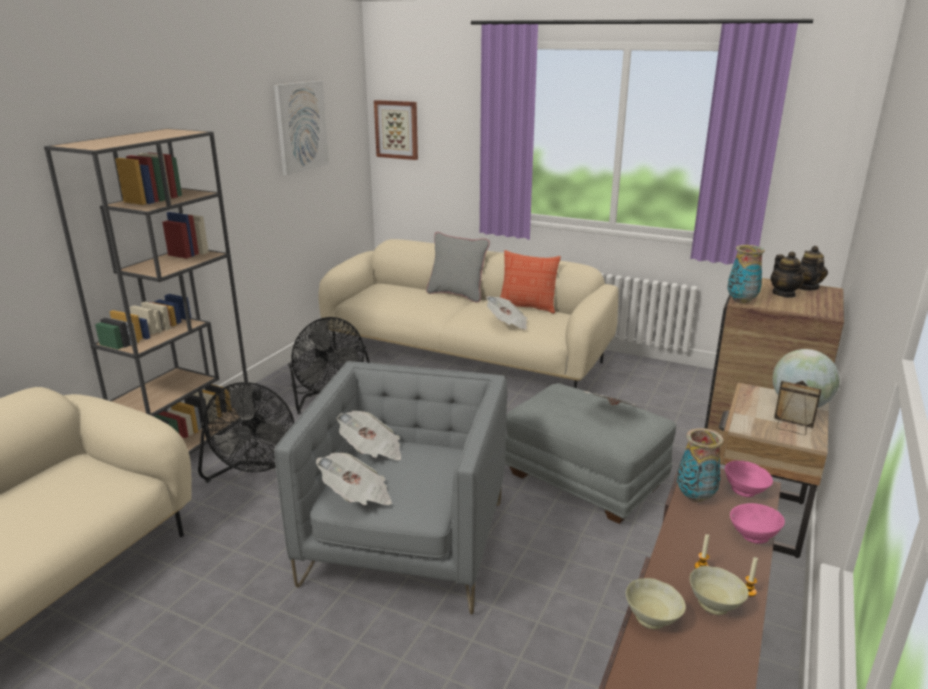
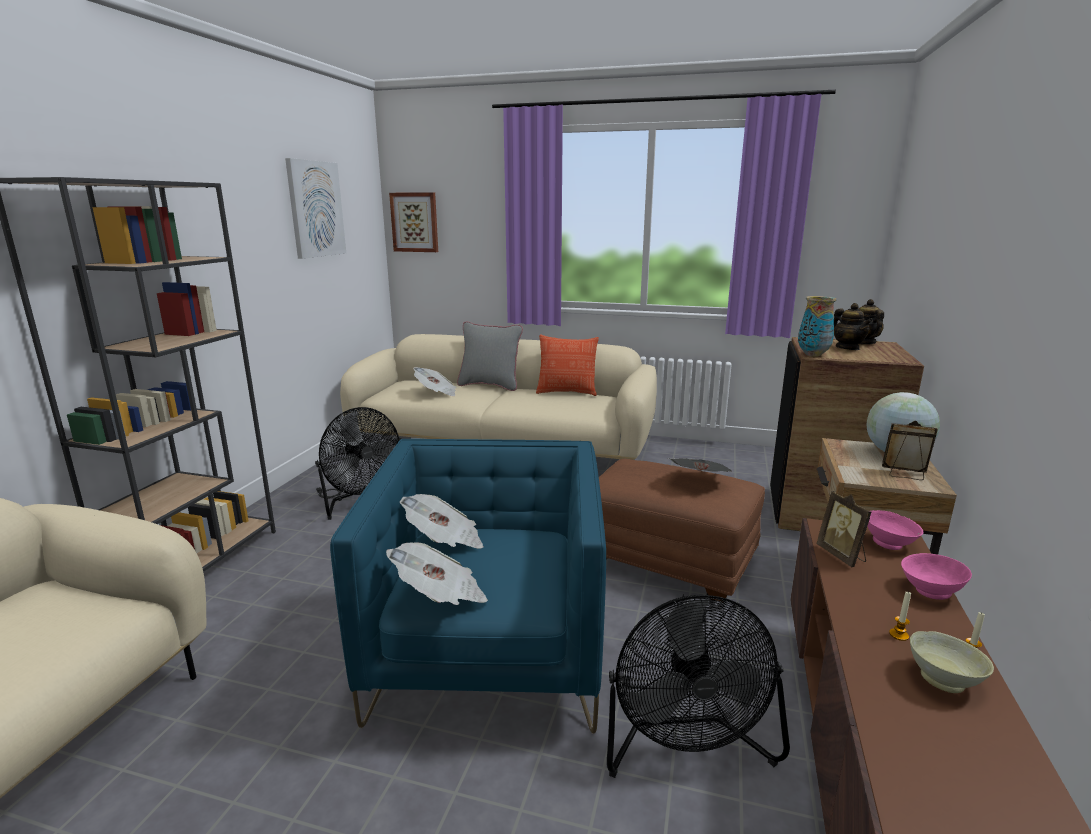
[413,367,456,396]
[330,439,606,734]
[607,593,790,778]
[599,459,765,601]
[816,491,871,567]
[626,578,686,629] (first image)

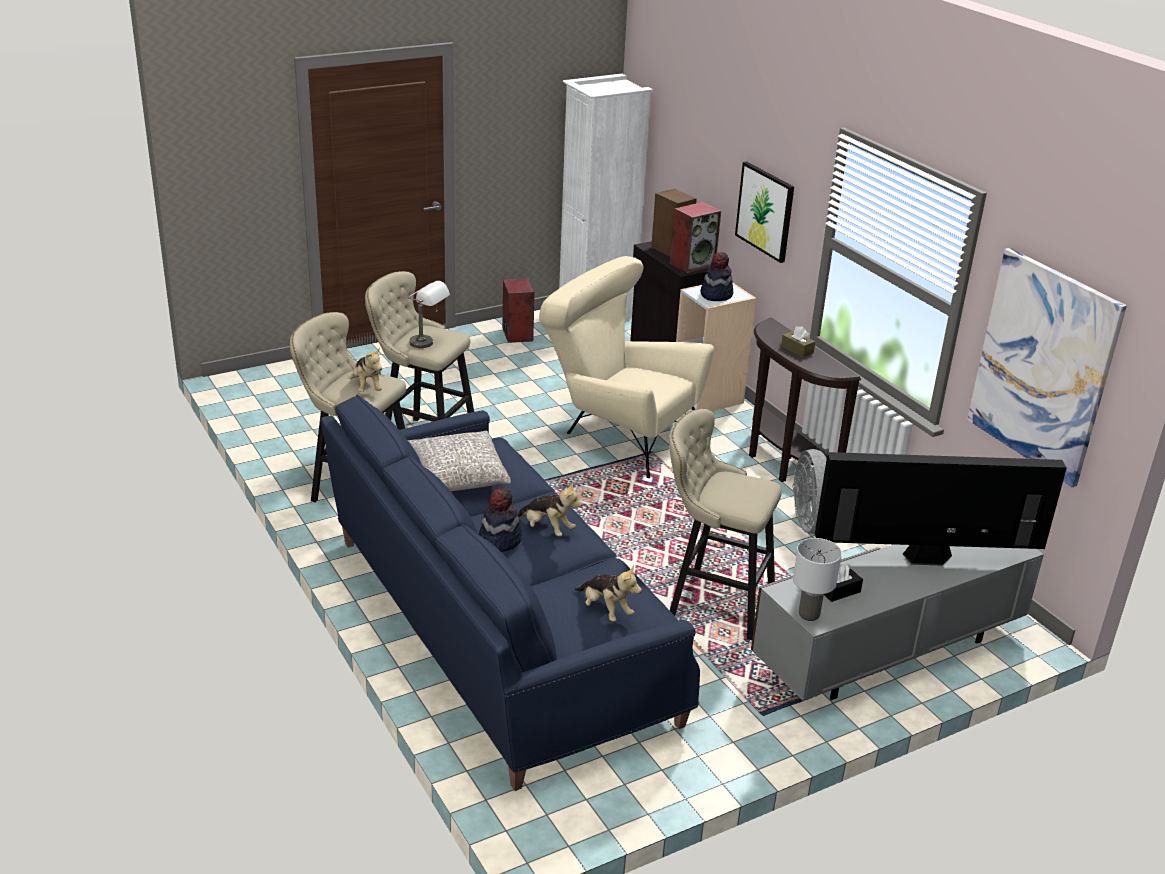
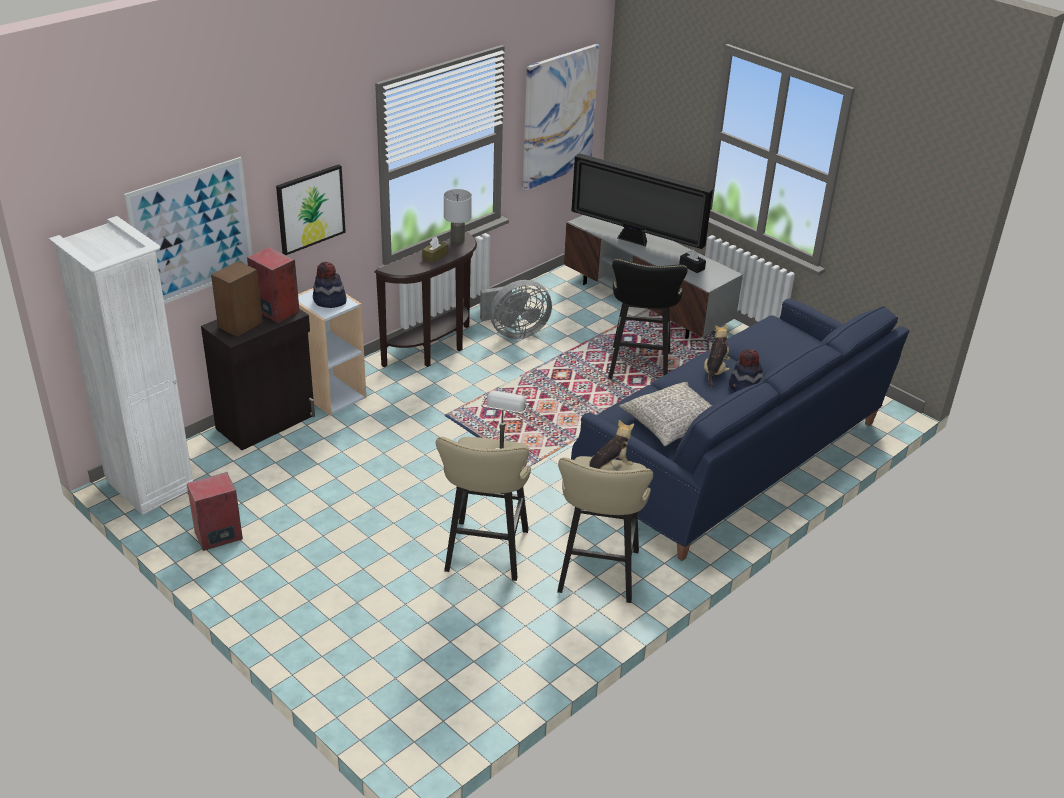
[539,256,714,478] (first image)
[608,259,688,379]
[572,153,713,249]
[444,189,472,244]
[574,565,642,621] (first image)
[124,157,252,304]

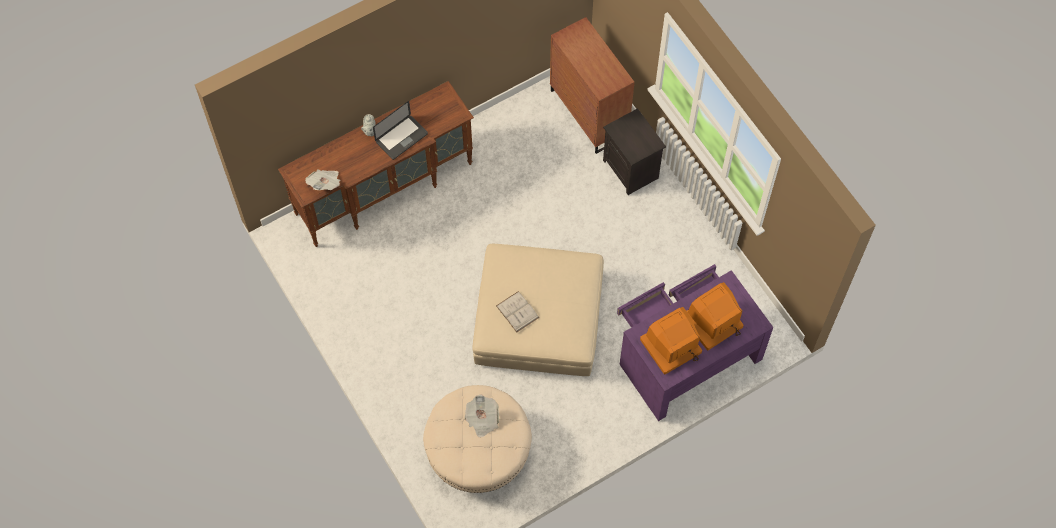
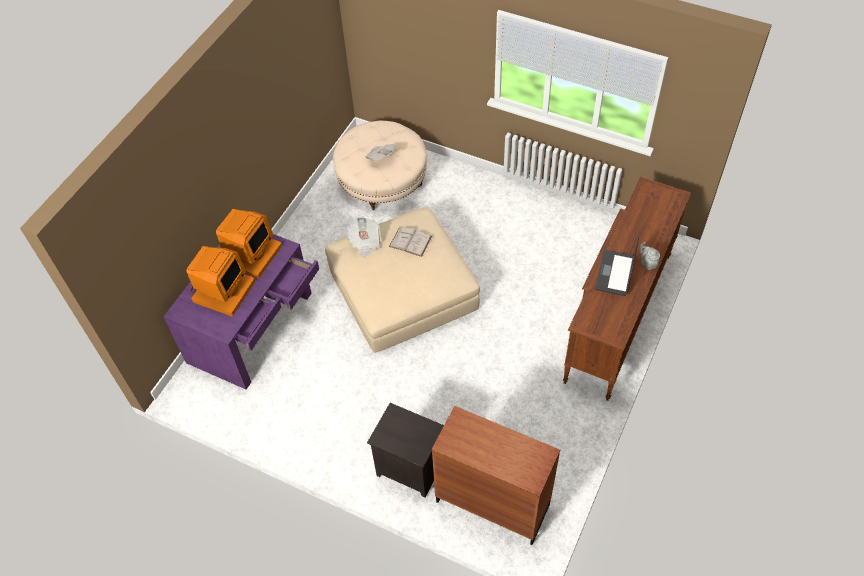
[348,216,381,257]

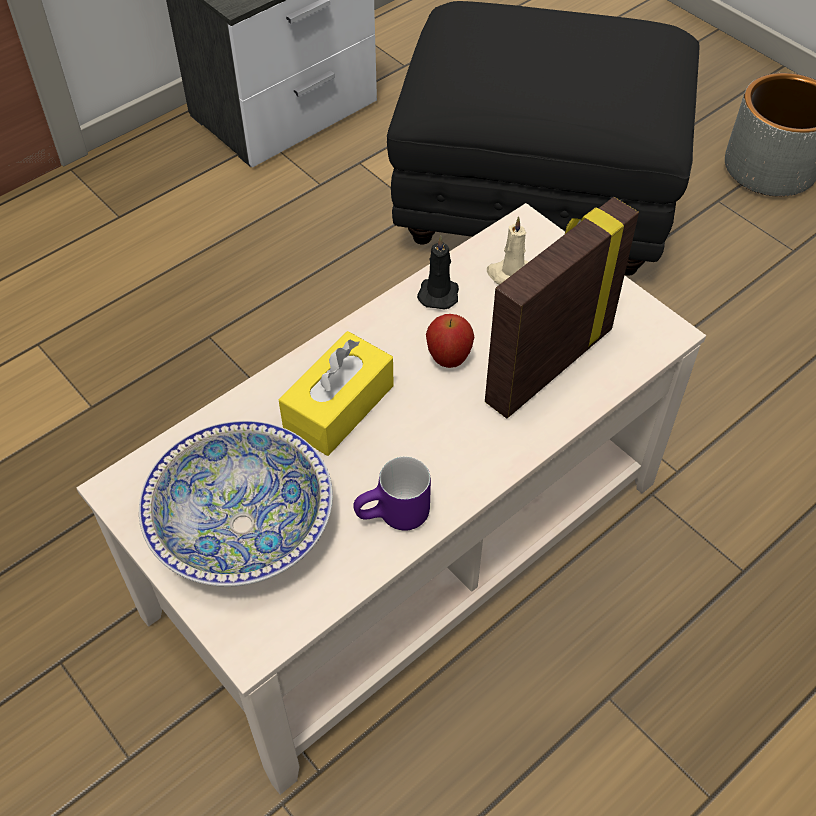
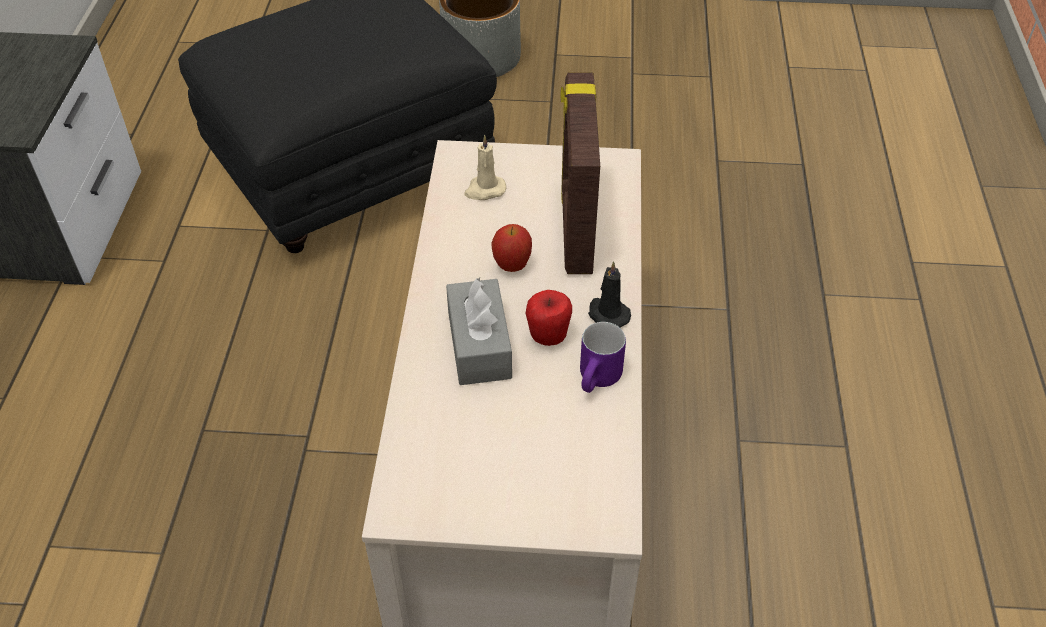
[588,261,631,328]
[446,278,512,385]
[139,421,333,587] (first image)
[525,290,572,346]

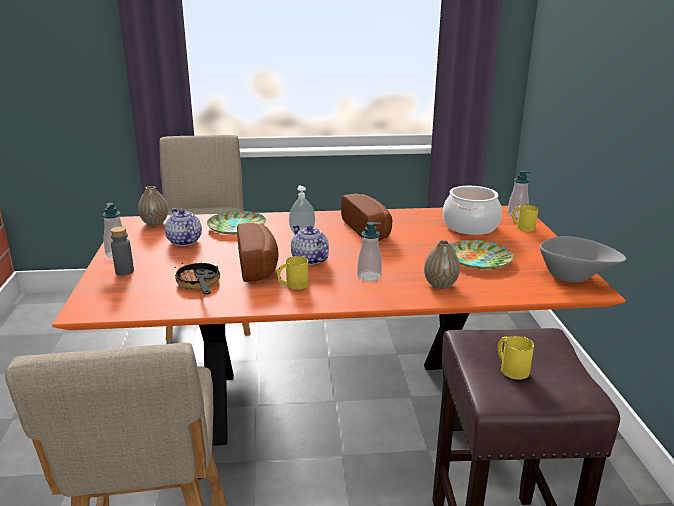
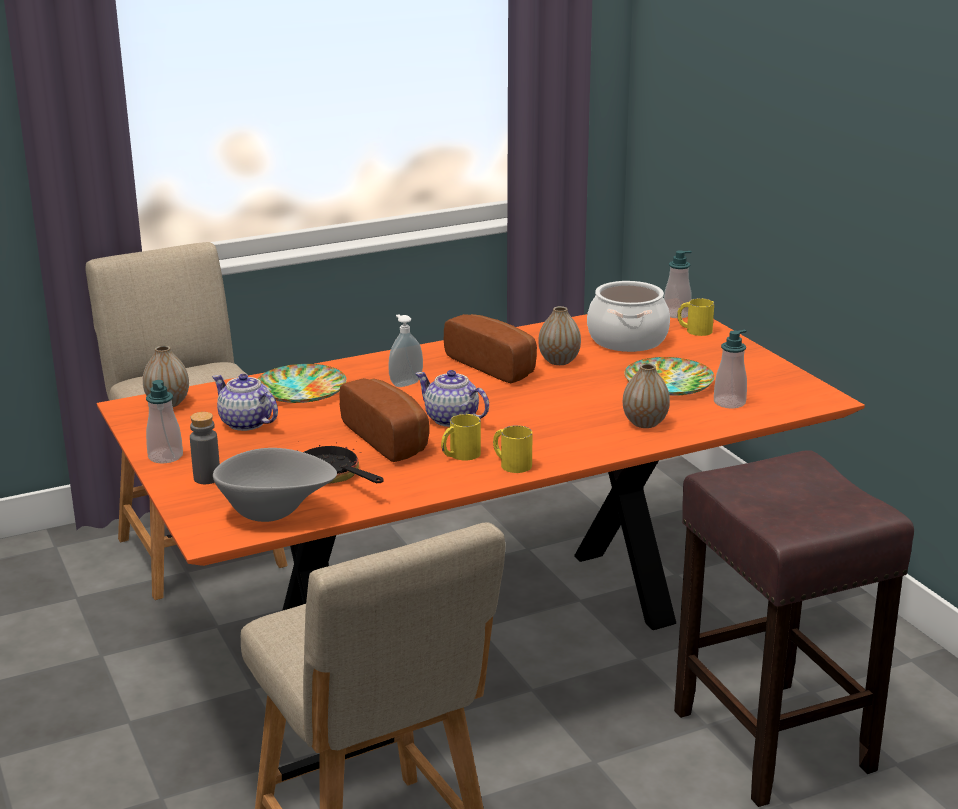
[714,330,747,409]
[213,448,337,522]
[493,425,533,473]
[538,306,581,365]

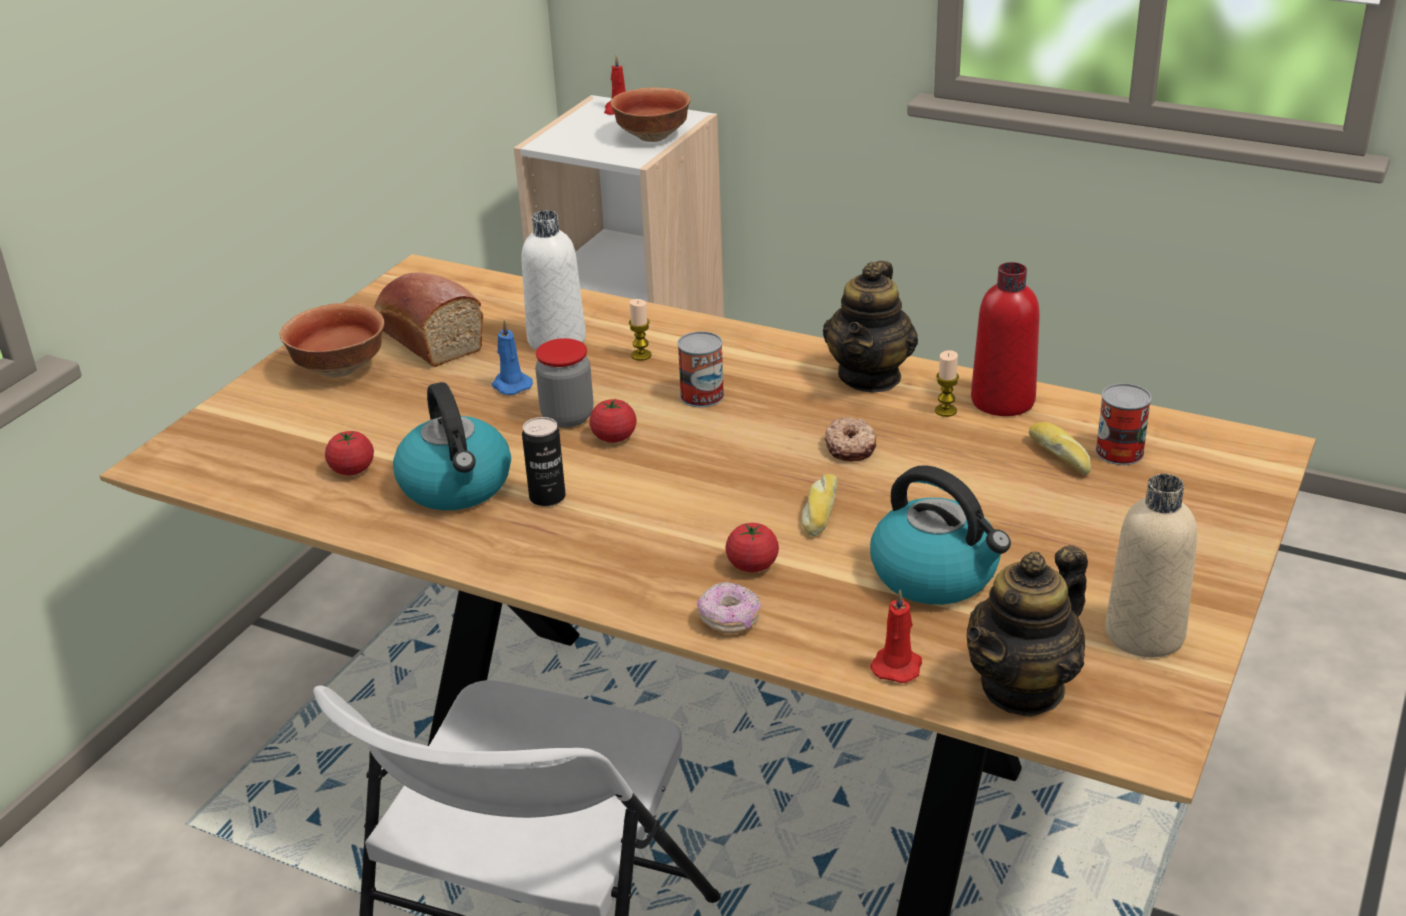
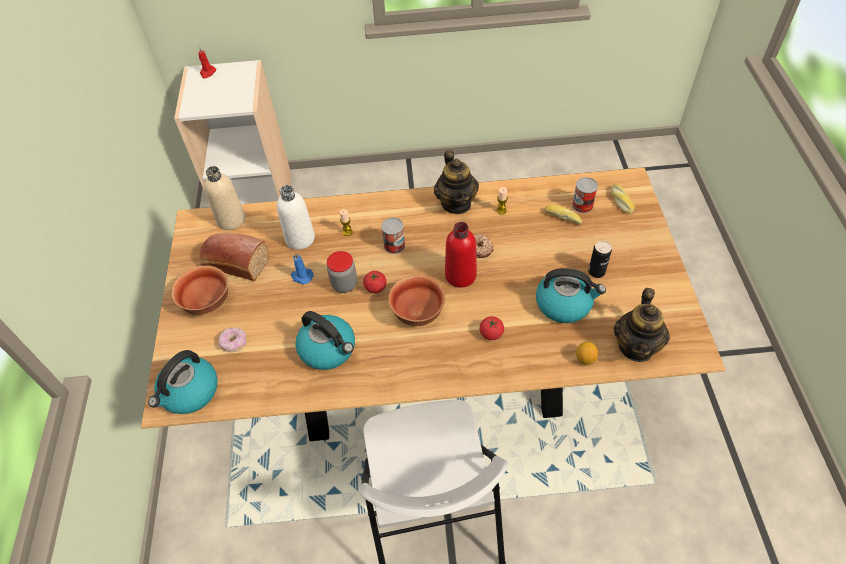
[388,275,445,326]
[445,222,477,288]
[588,241,612,278]
[325,431,374,475] (first image)
[611,184,635,214]
[204,166,245,230]
[218,327,247,352]
[576,342,599,365]
[148,350,218,414]

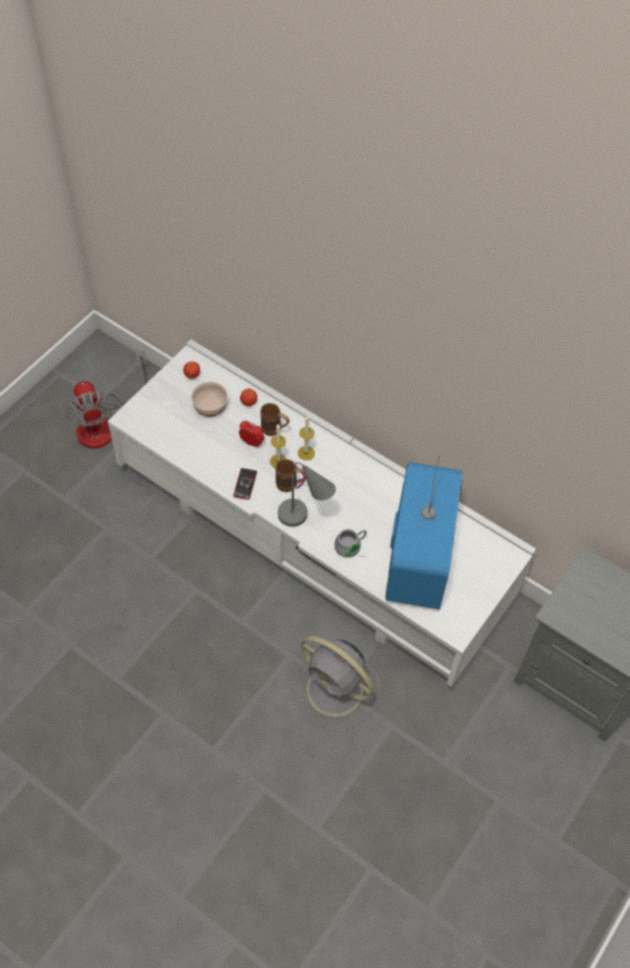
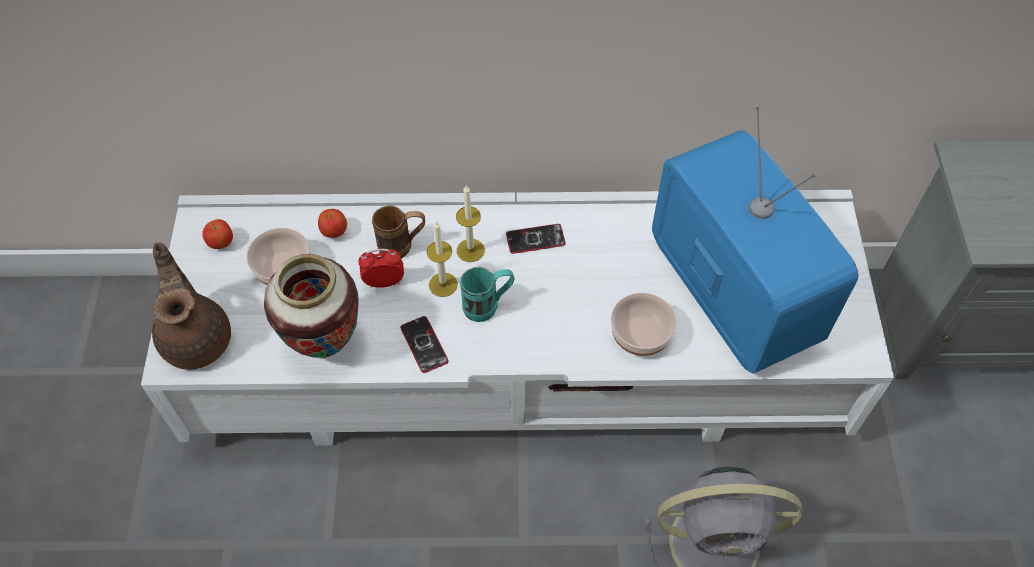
[66,350,147,449] (first image)
[460,267,514,322]
[278,462,336,527] (first image)
[611,293,677,356]
[506,224,566,254]
[152,242,231,370]
[264,254,359,358]

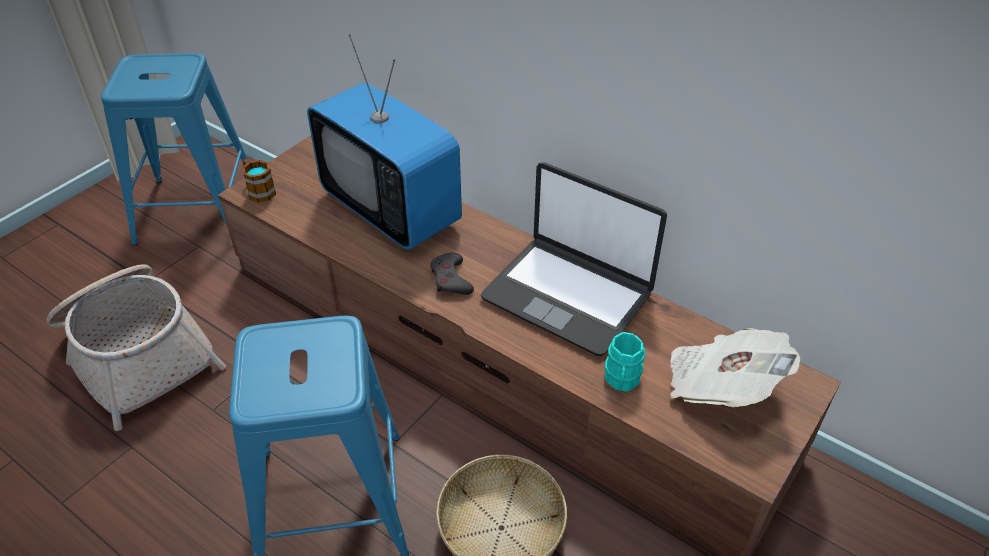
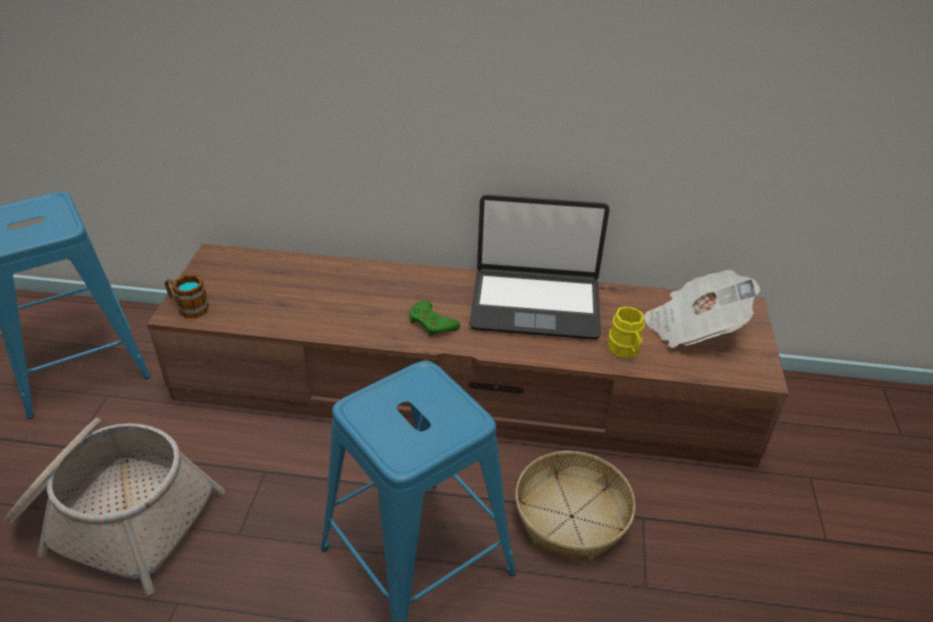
[307,34,462,250] (first image)
[409,300,460,336]
[608,307,645,359]

